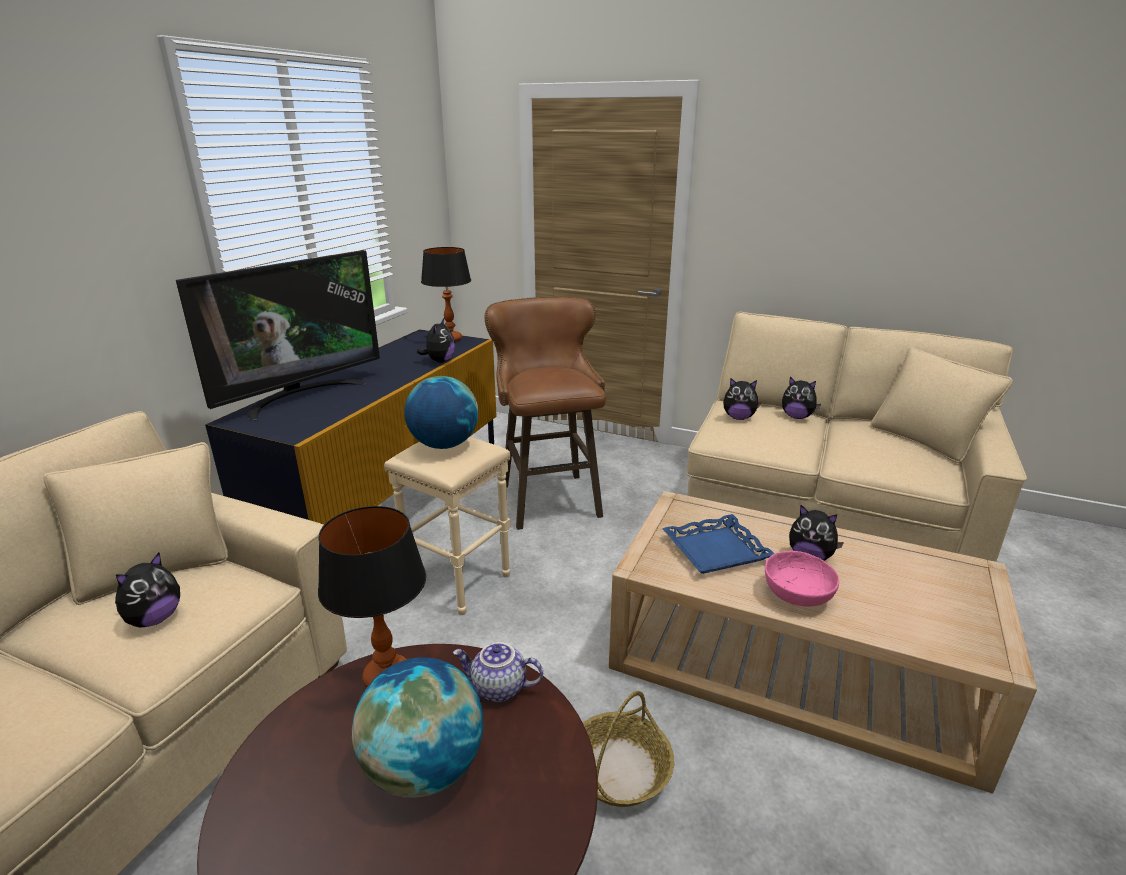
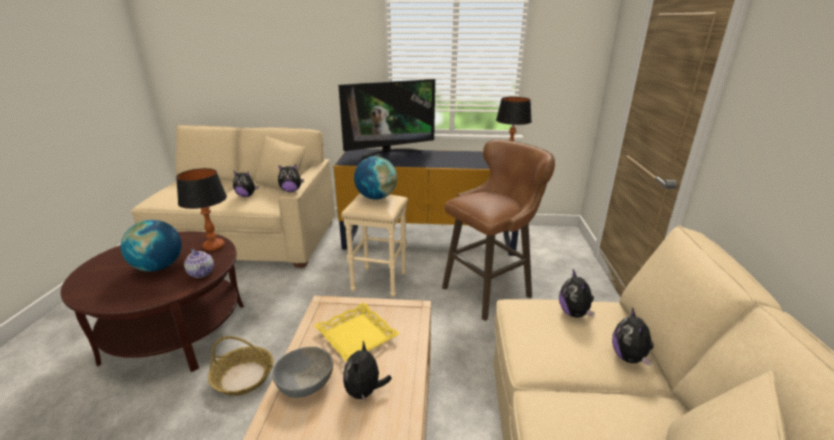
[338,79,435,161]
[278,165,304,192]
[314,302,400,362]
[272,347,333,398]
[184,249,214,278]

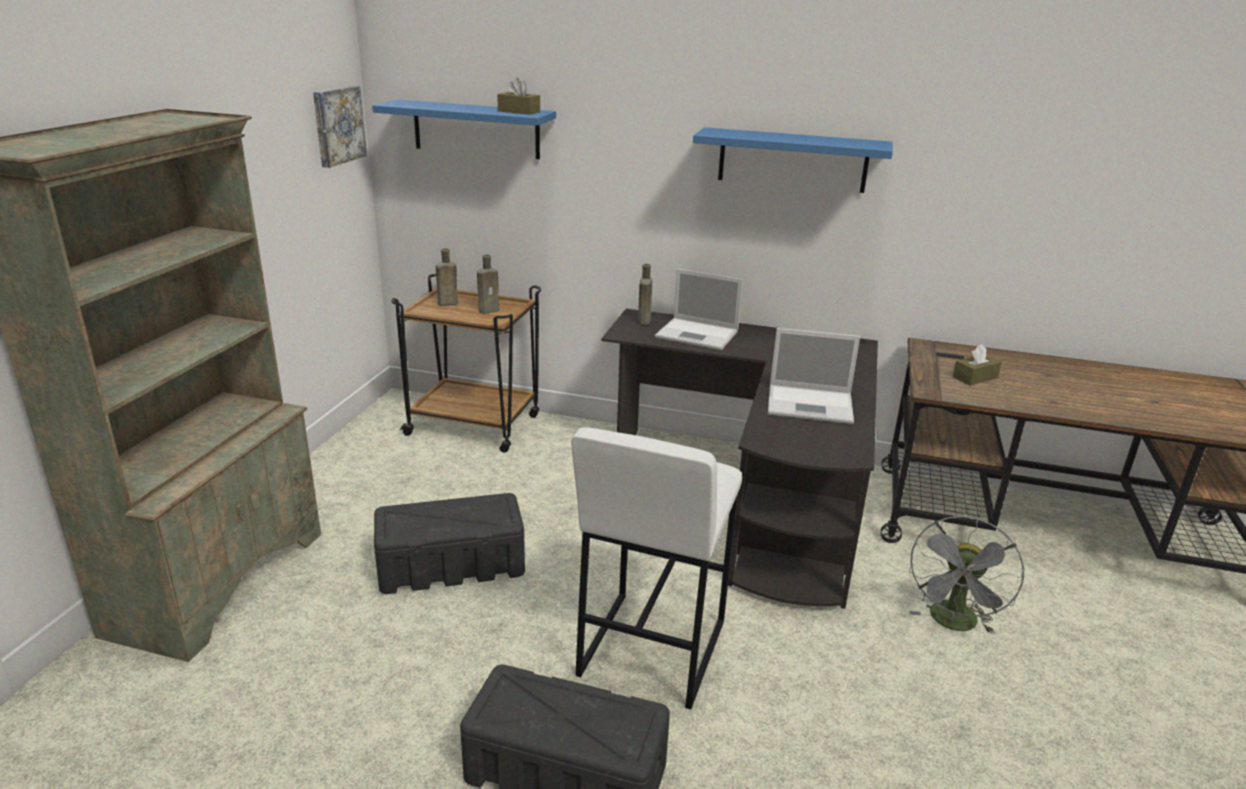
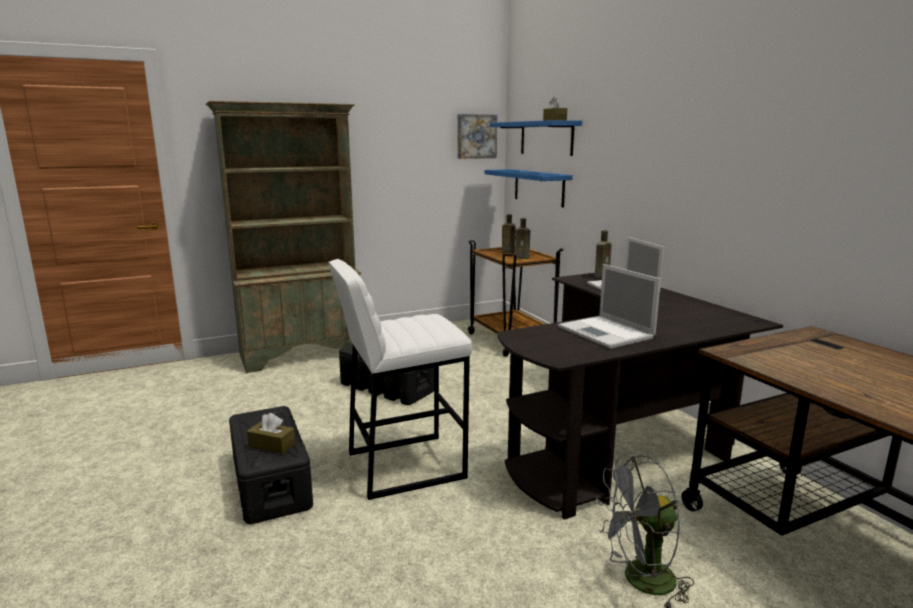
[484,169,573,208]
[247,413,295,454]

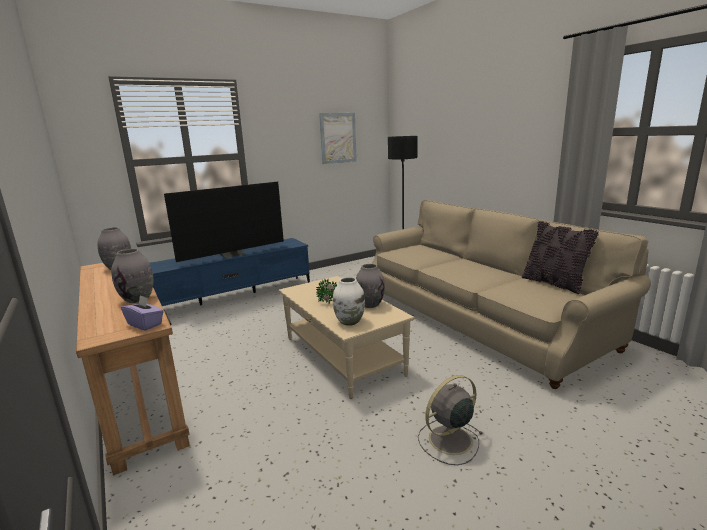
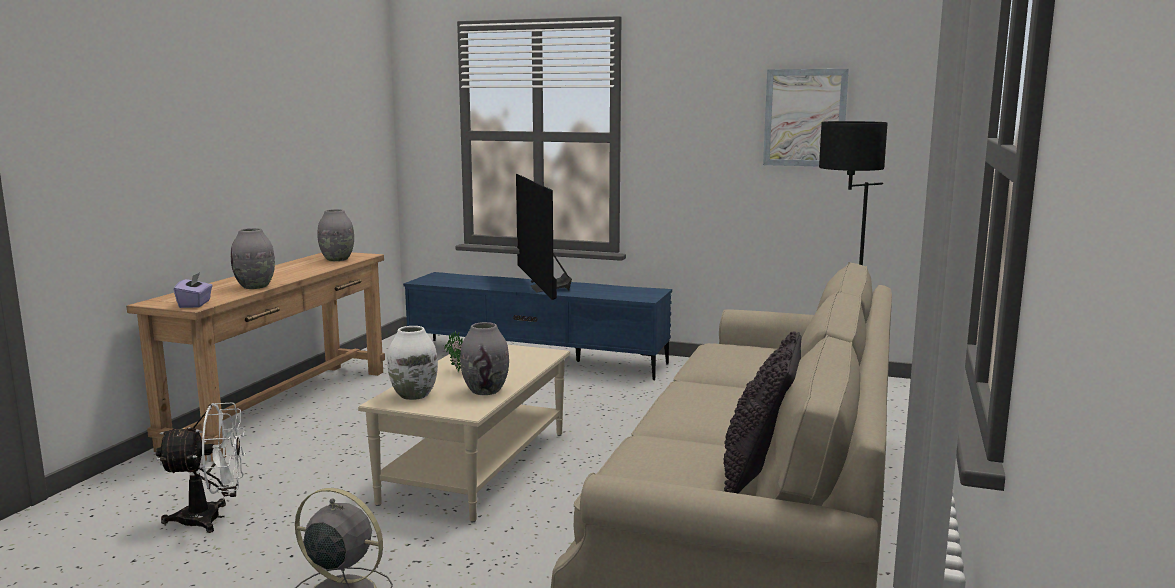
[516,174,572,300]
[156,402,246,533]

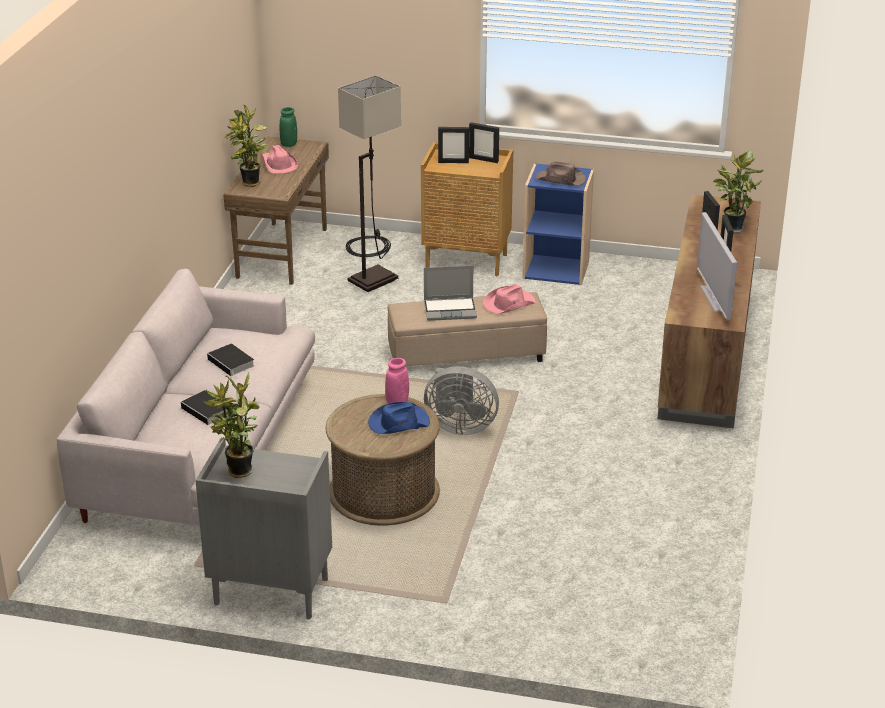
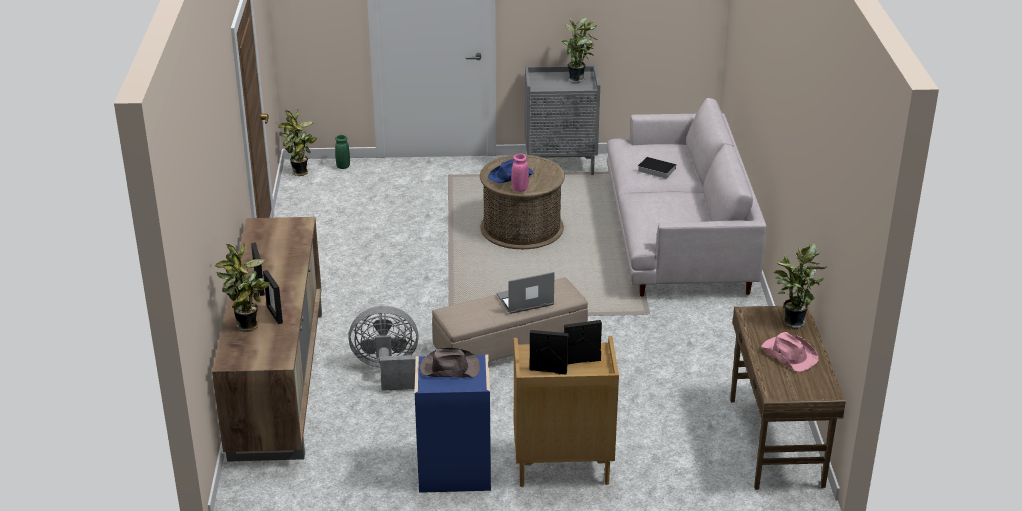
[338,75,401,292] (first image)
[335,135,350,169]
[697,212,737,320] (first image)
[483,284,536,314] (first image)
[207,344,254,379] (first image)
[348,306,418,391]
[277,109,317,176]

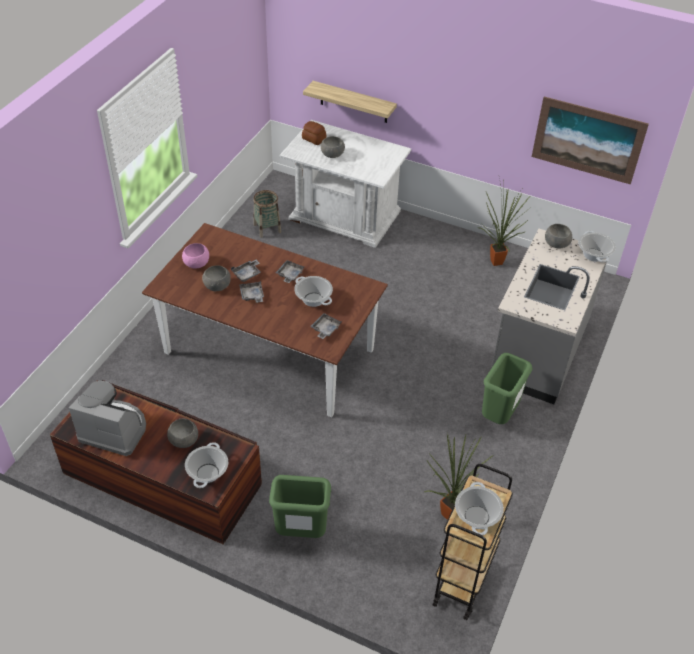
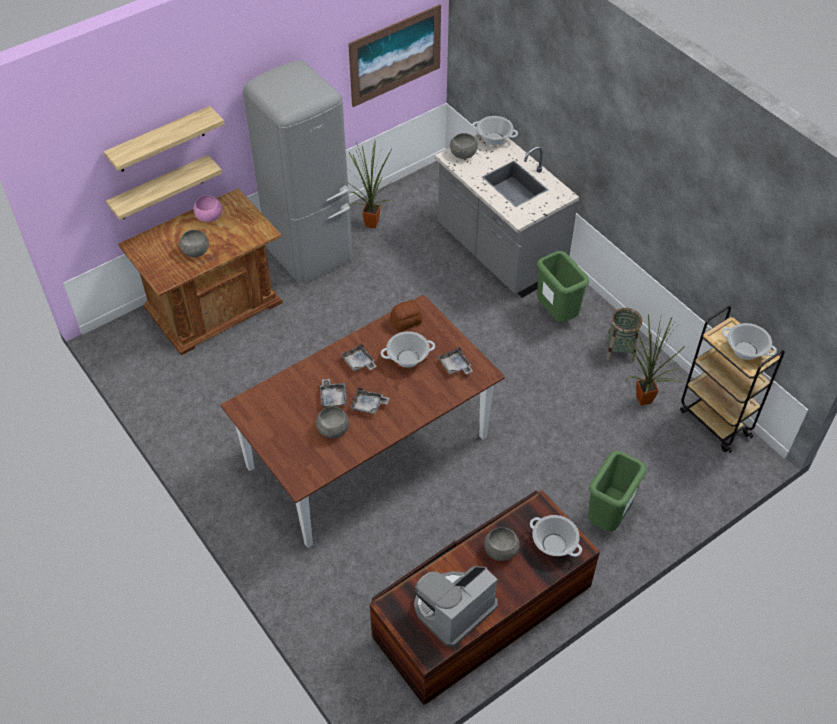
[118,188,283,355]
[390,300,422,331]
[606,308,642,362]
[193,195,222,222]
[243,60,353,283]
[104,106,225,172]

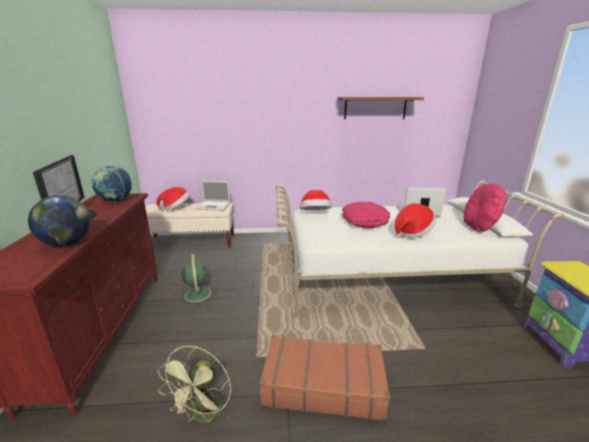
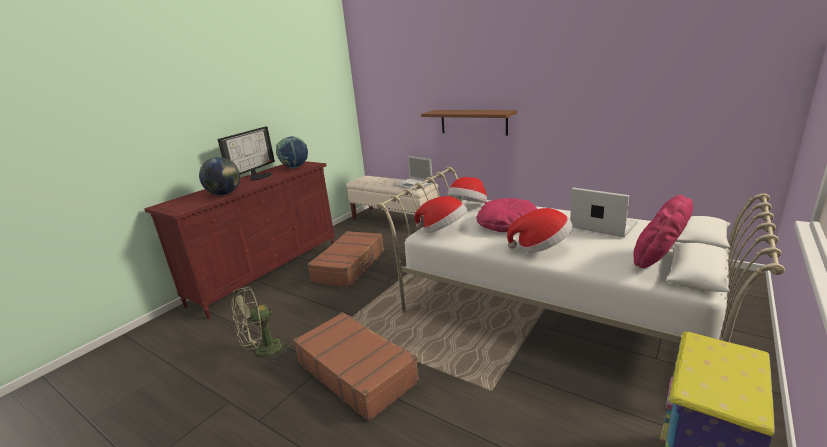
[421,110,517,136]
[414,196,467,233]
[307,231,384,288]

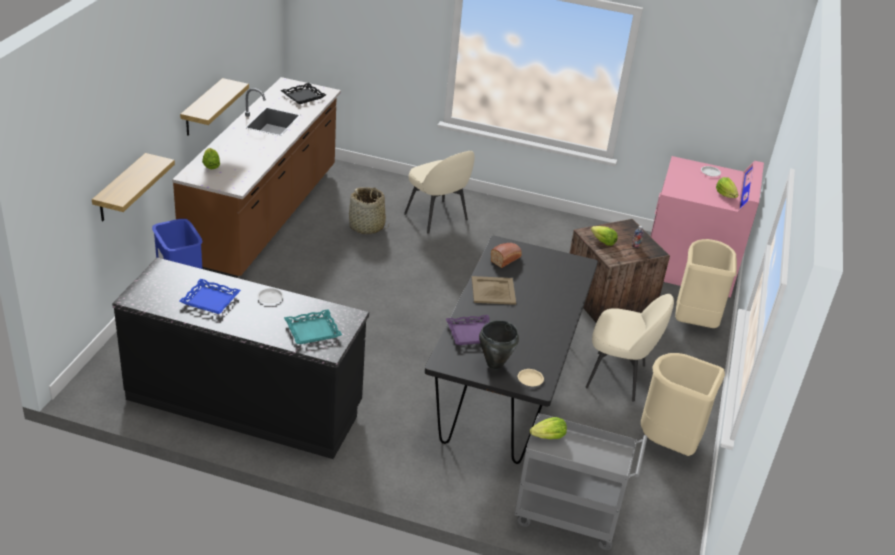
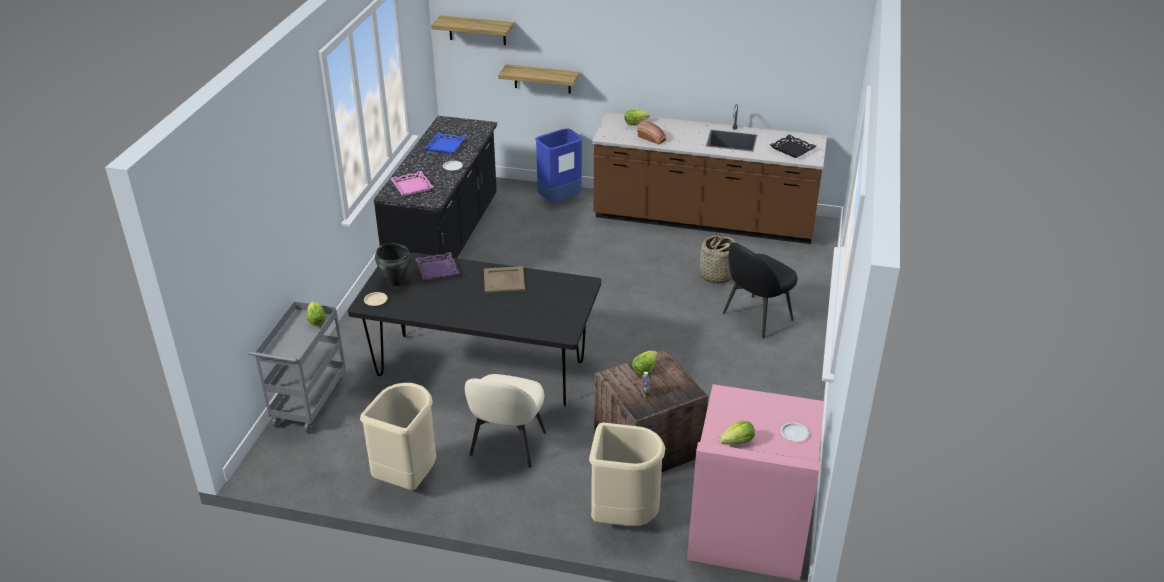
[431,15,514,45]
[723,242,798,338]
[637,121,666,144]
[390,171,434,196]

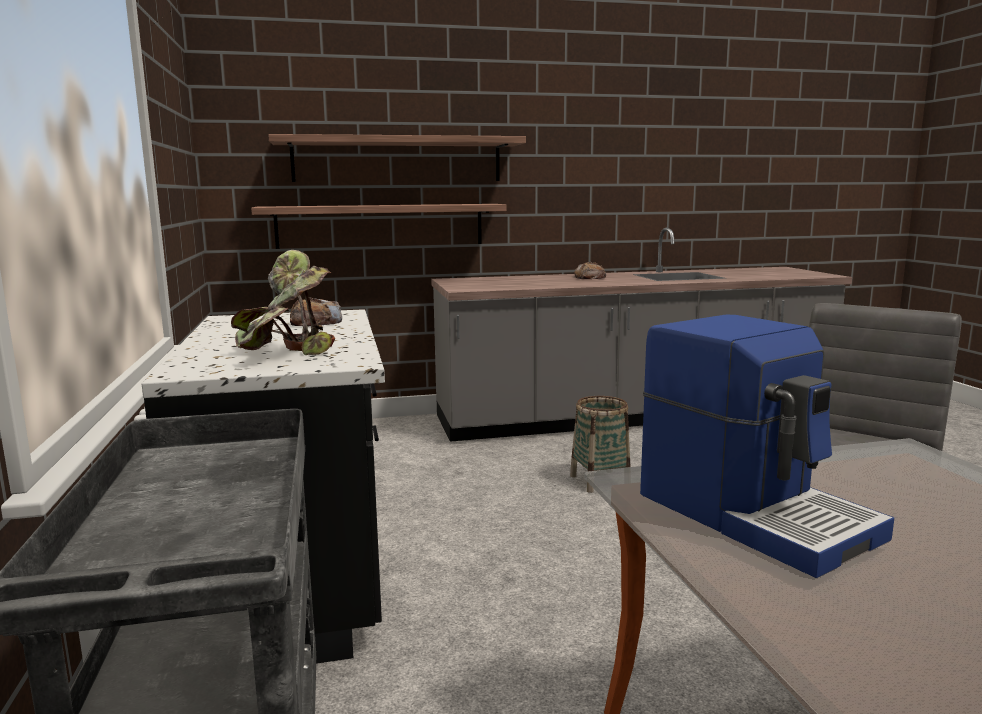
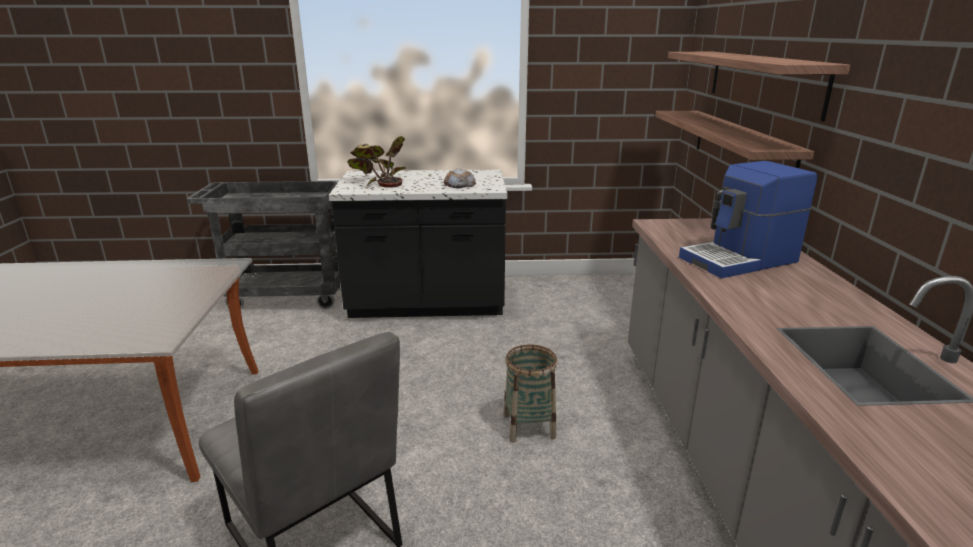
[574,262,606,279] (first image)
[679,161,817,278]

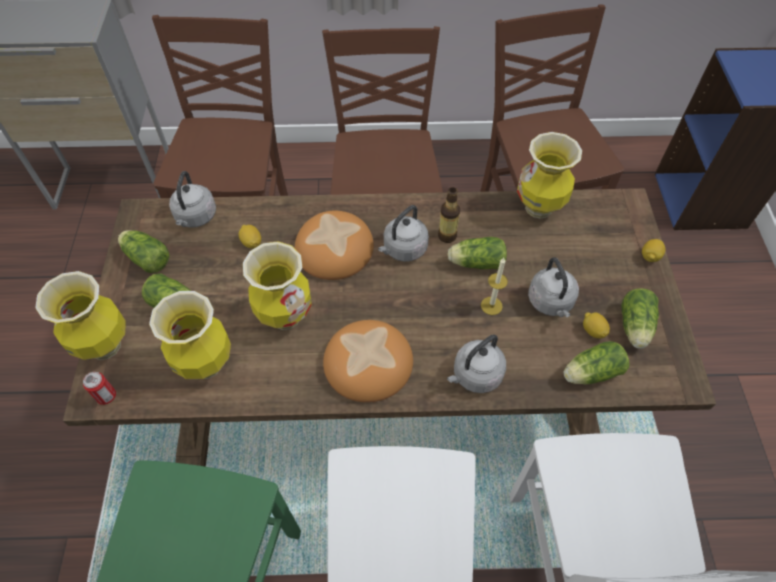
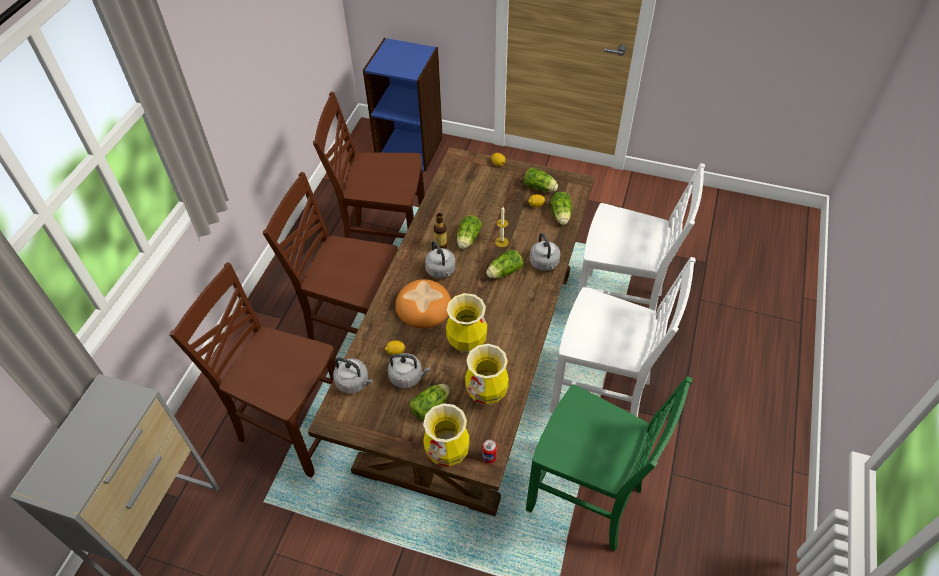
[517,132,582,219] (first image)
[486,250,523,279]
[388,353,430,388]
[323,320,413,403] (first image)

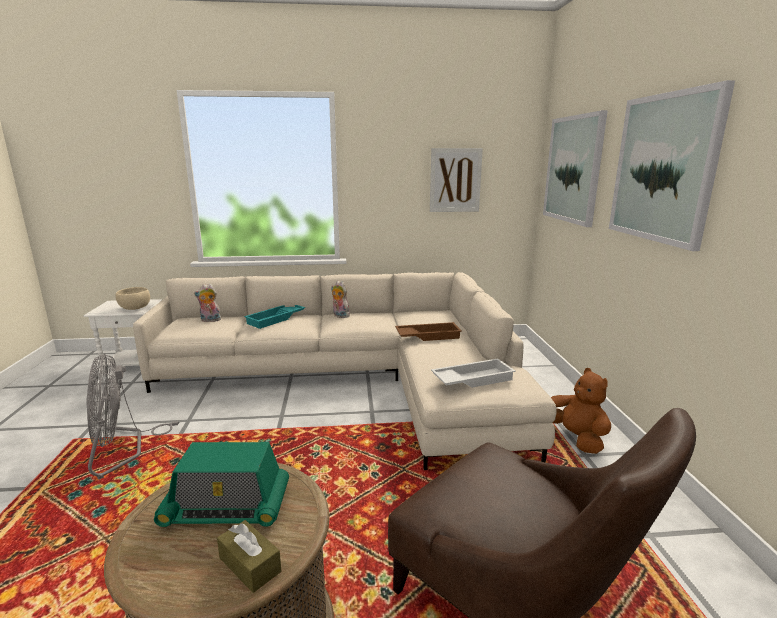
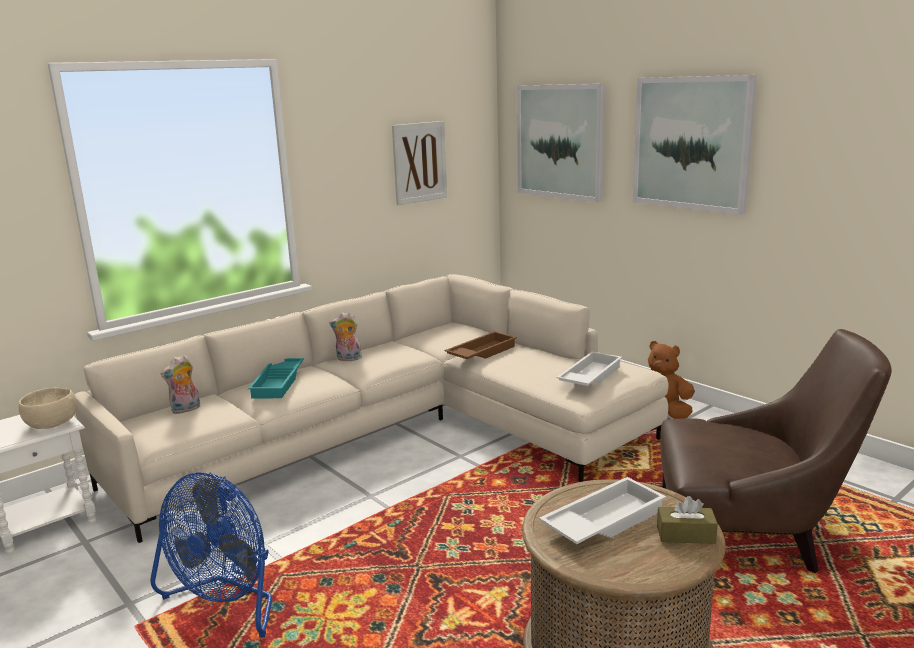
[150,472,272,637]
[539,477,666,544]

